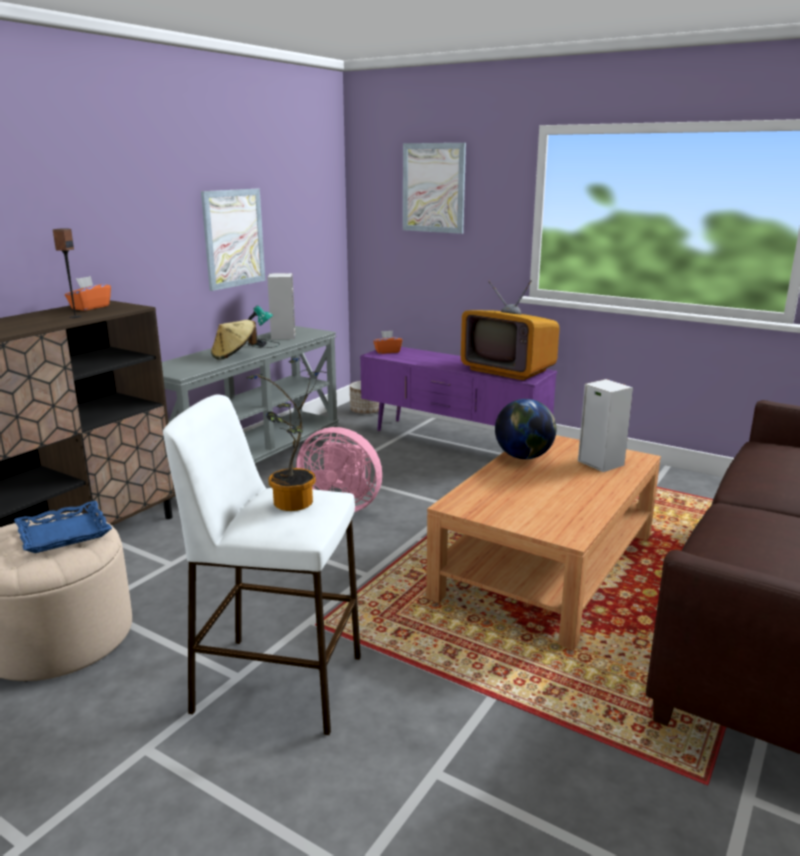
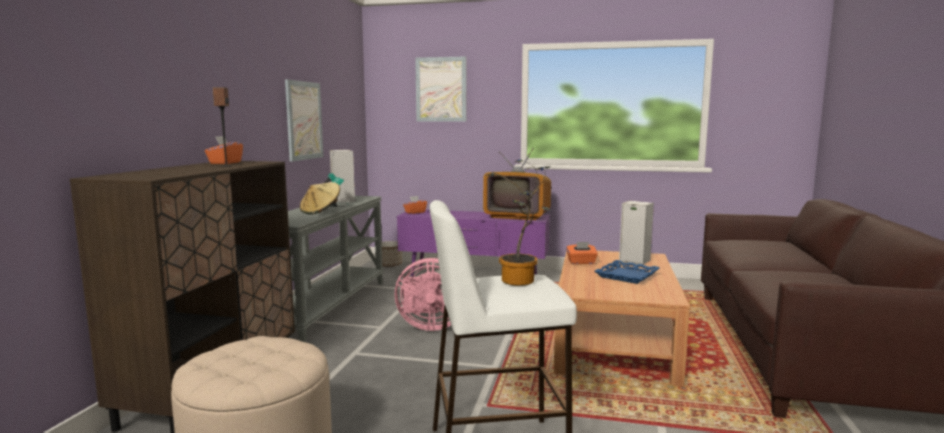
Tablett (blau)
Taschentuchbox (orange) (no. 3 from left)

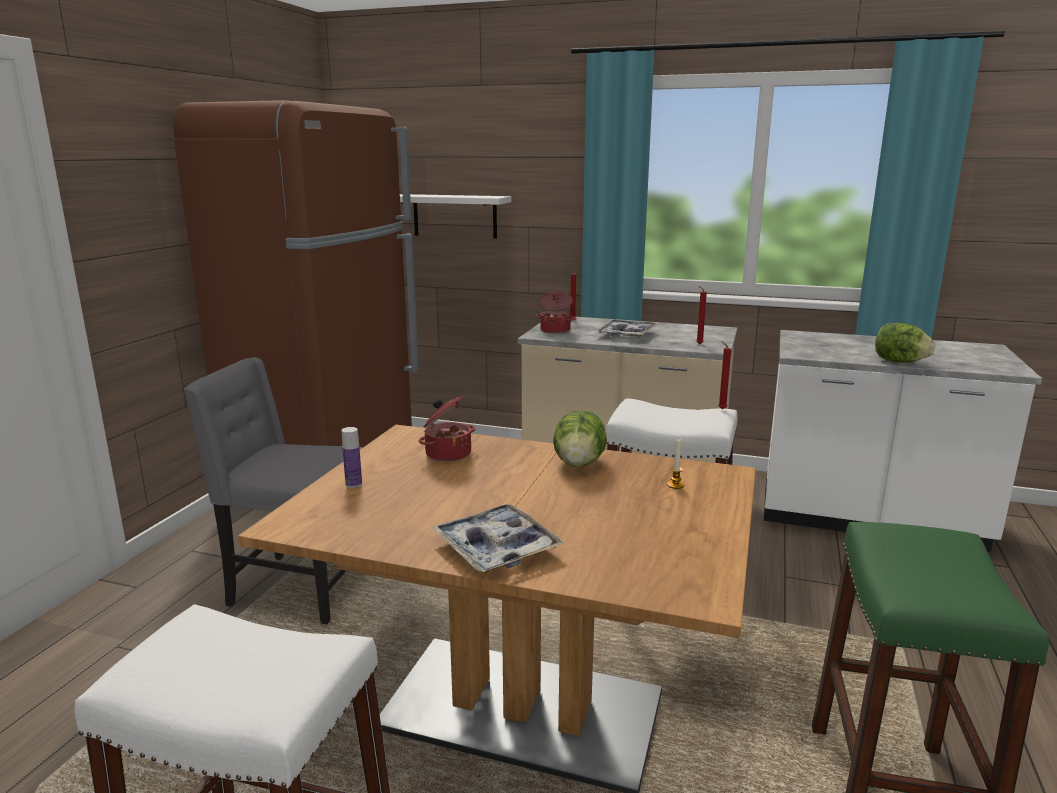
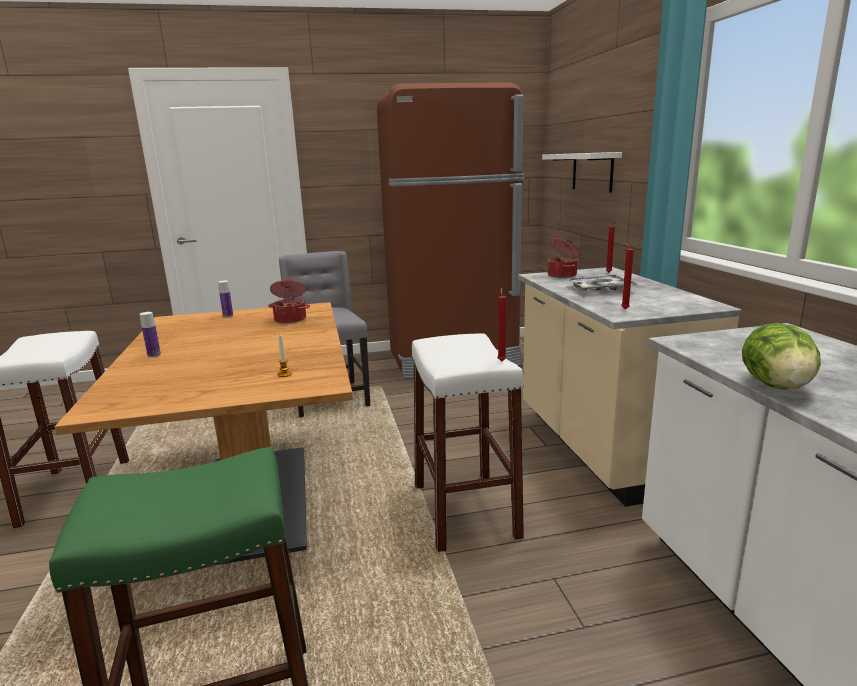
Salatkopf (no. 1 from left in the first image)
Flasche (no. 1 from left)

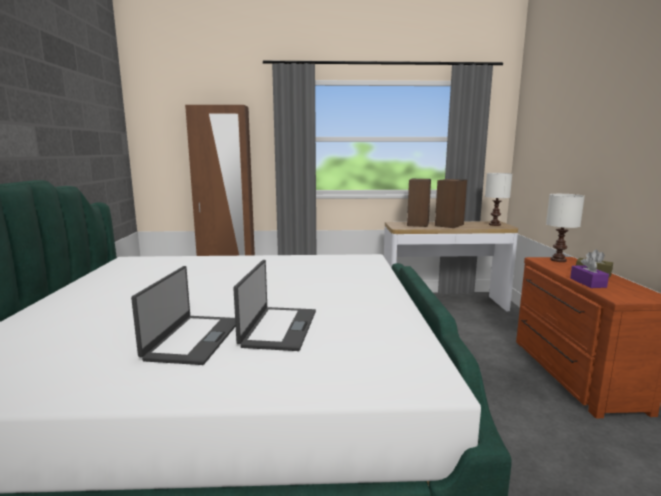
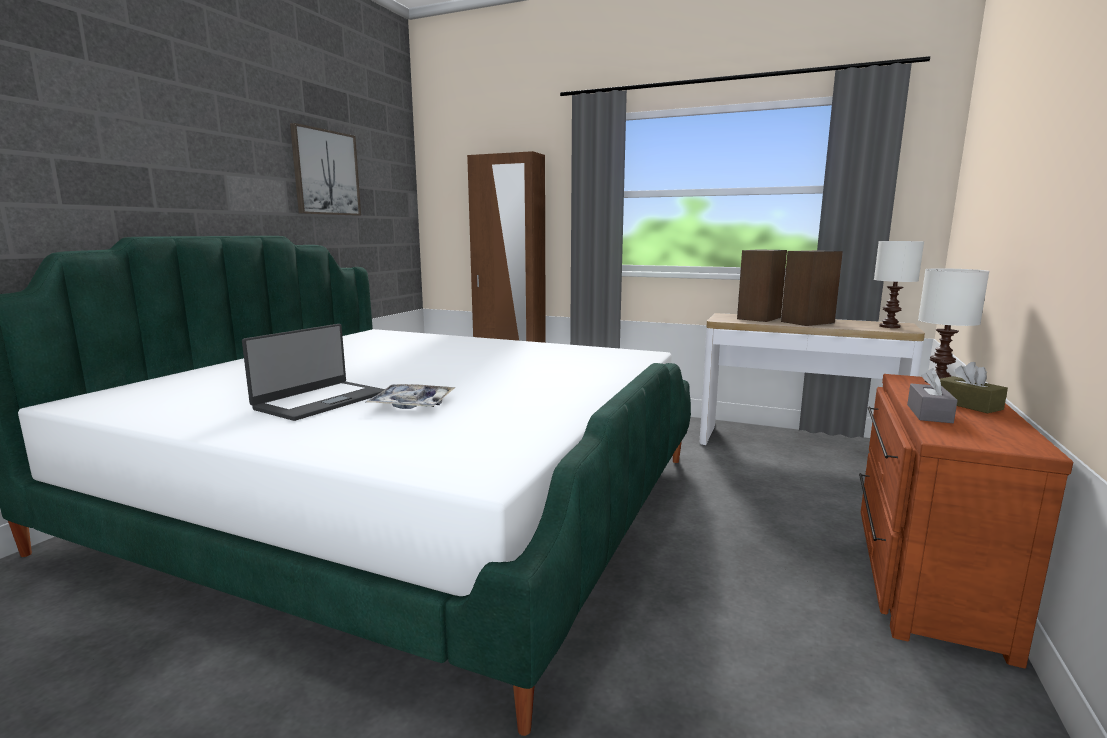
Bild
Tablett
Taschentuchbox (grau)

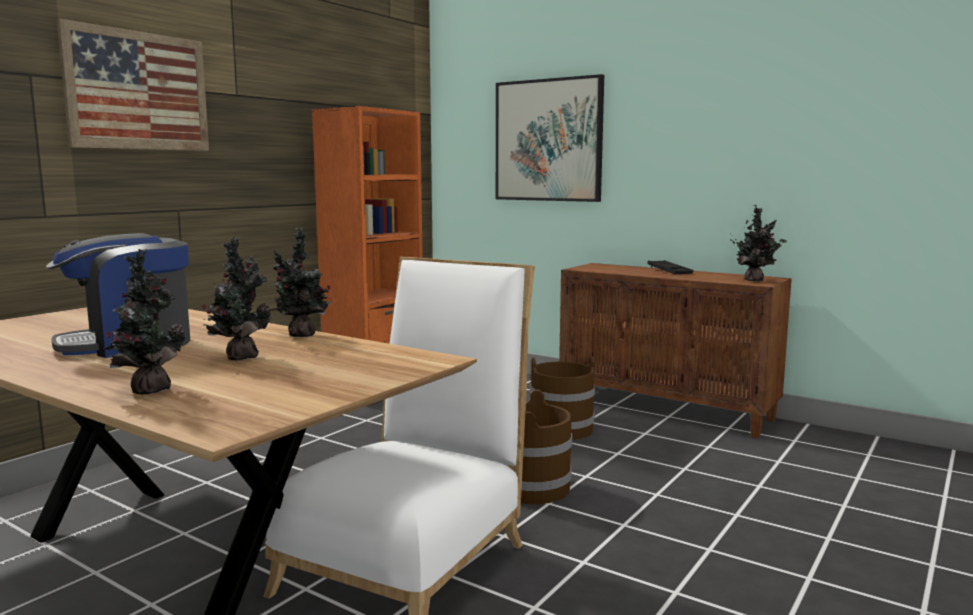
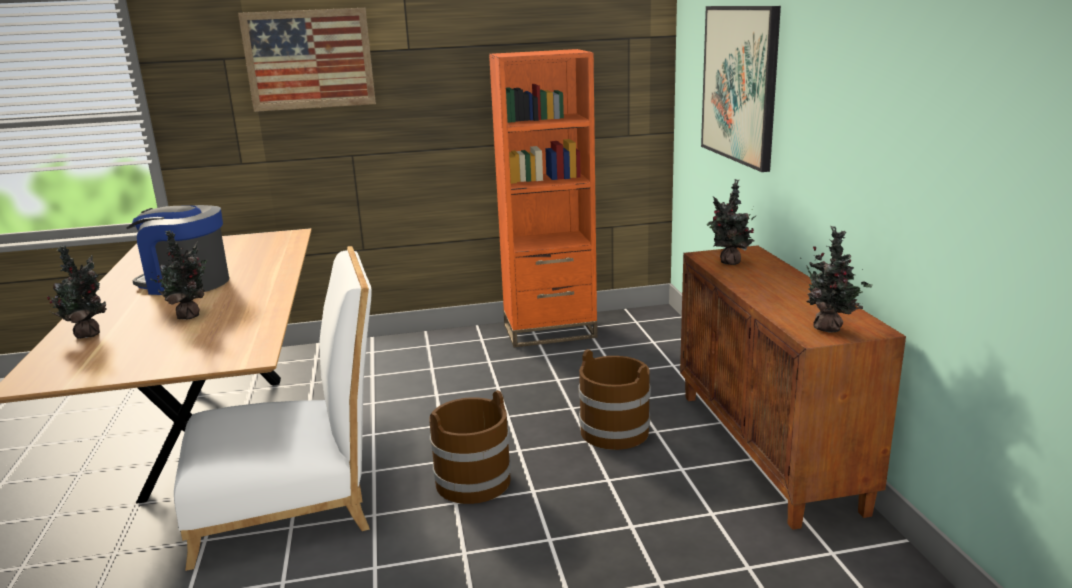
Tablett (schwarz)
Topfpflanze (no. 3 from left)

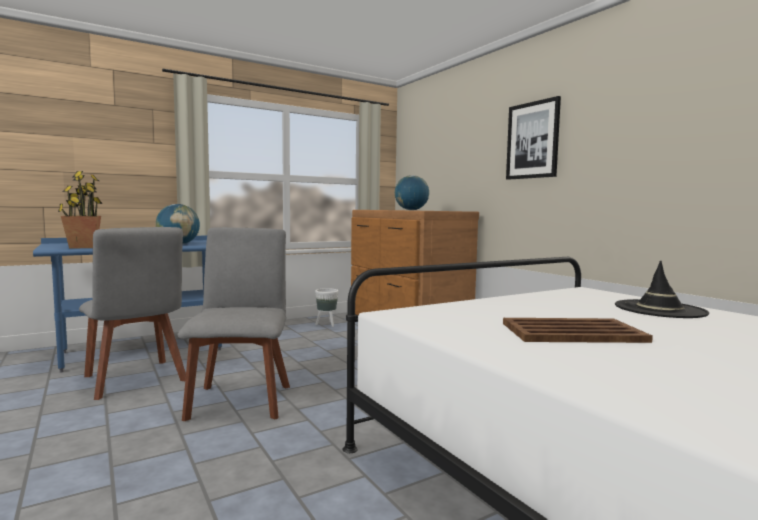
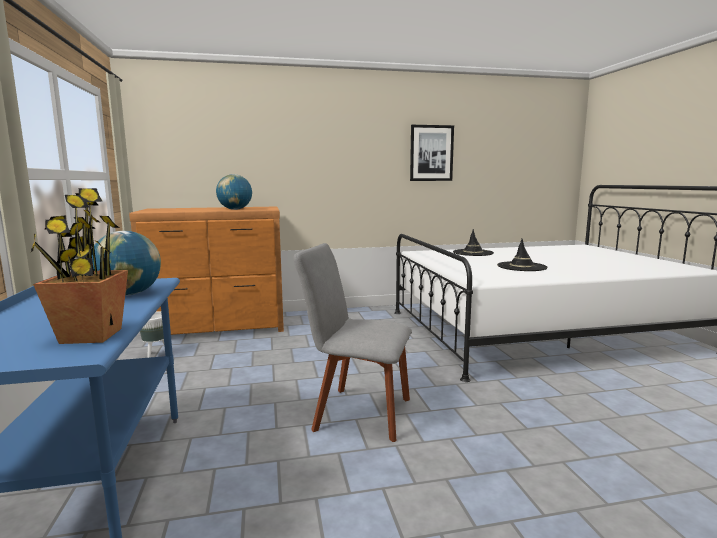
Stuhl (grau) (no. 1 from left in the first image)
Bild
Hut (schwarz) (no. 2 from left)

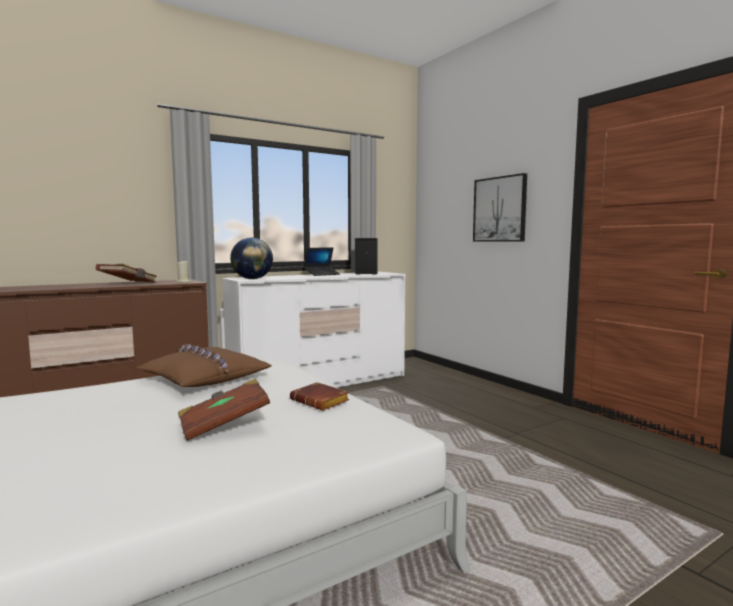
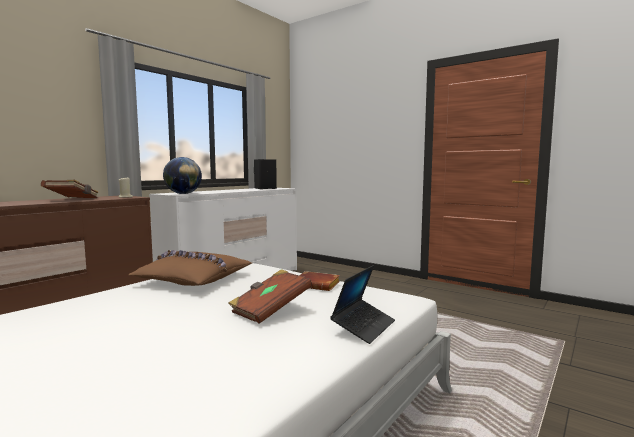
Bild
Laptop

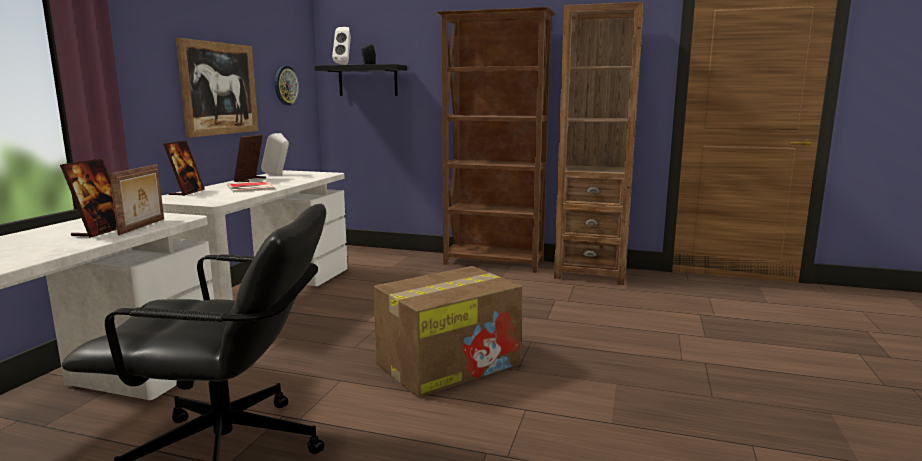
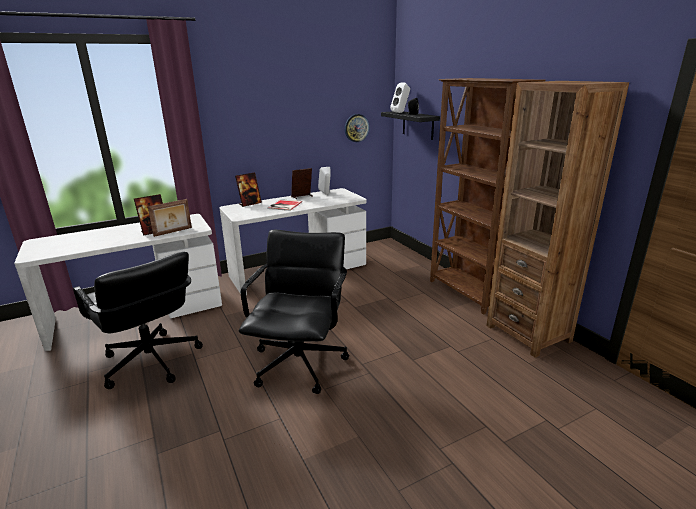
Bild
Bürostuhl (schwarz) (no. 2 from left)

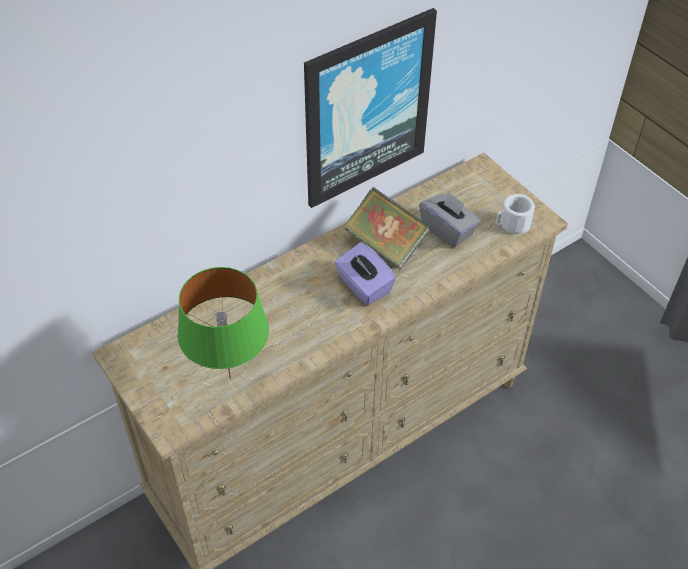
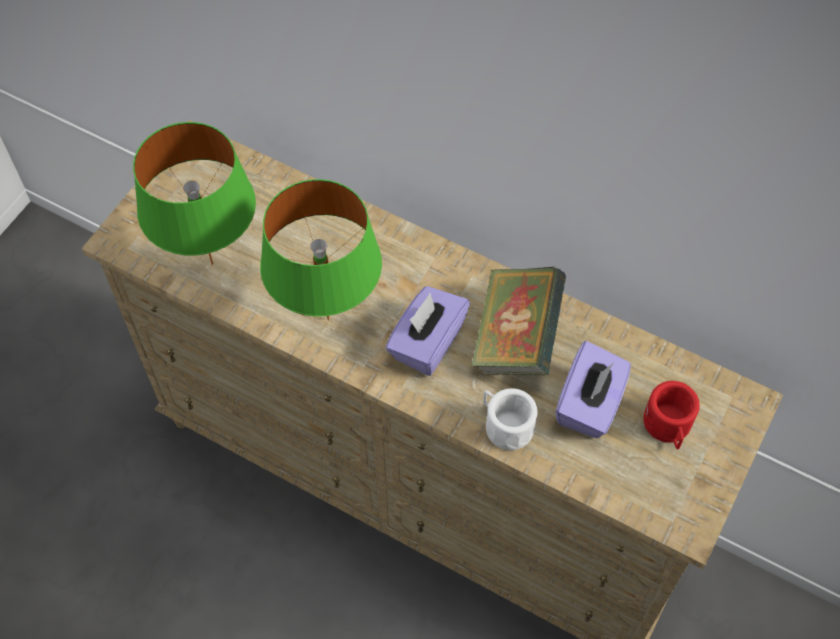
Bild
Tischlampe (grün) (no. 2 from left)
Henkelbecher (rot)
Henkelbecher (weiß)
Taschentuchbox (lila) (no. 2 from left)

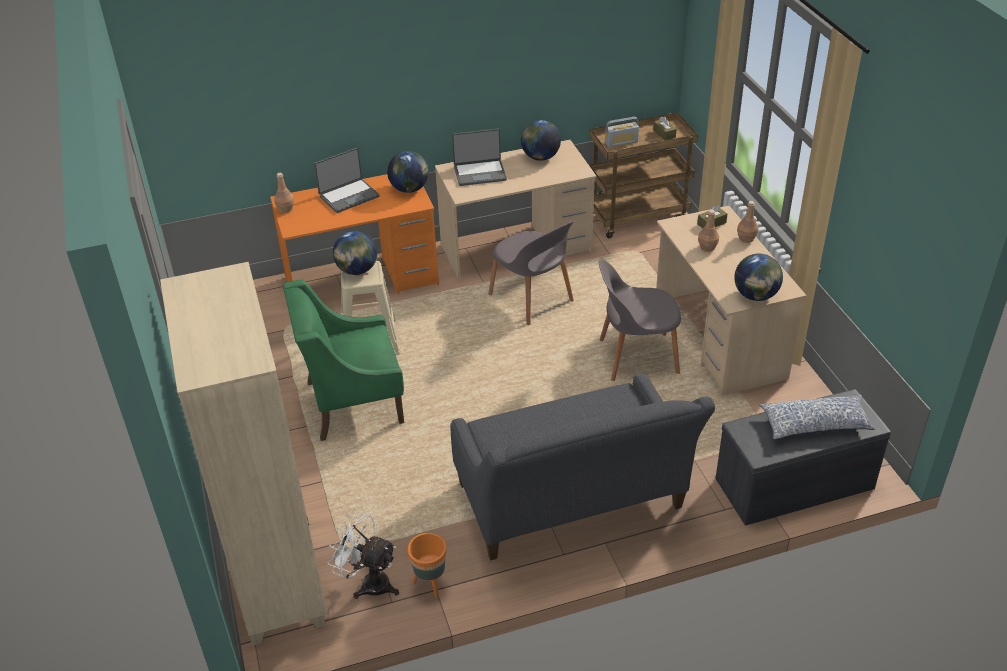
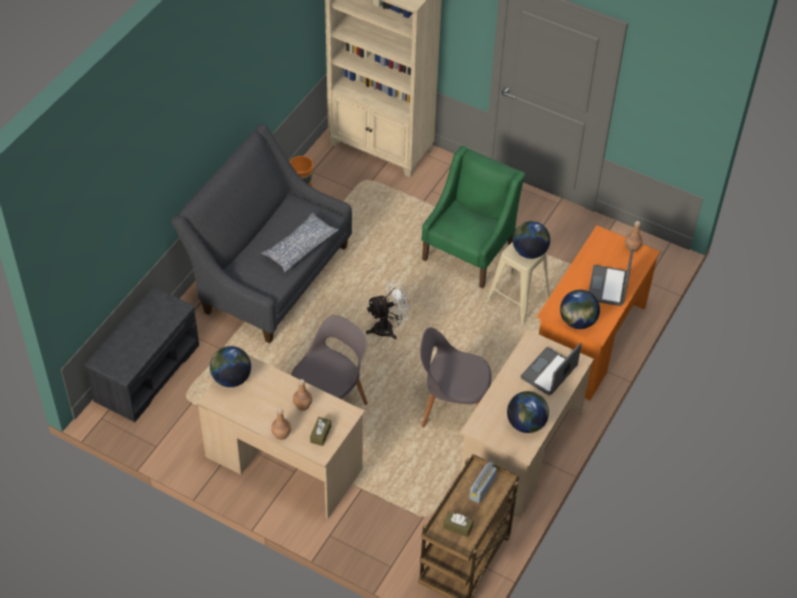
Ventilator (weiß)
Kissen

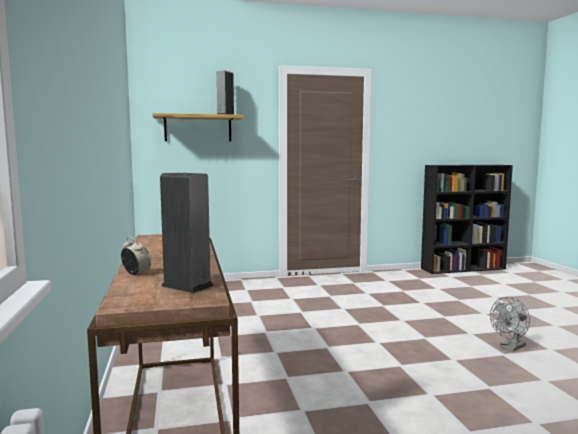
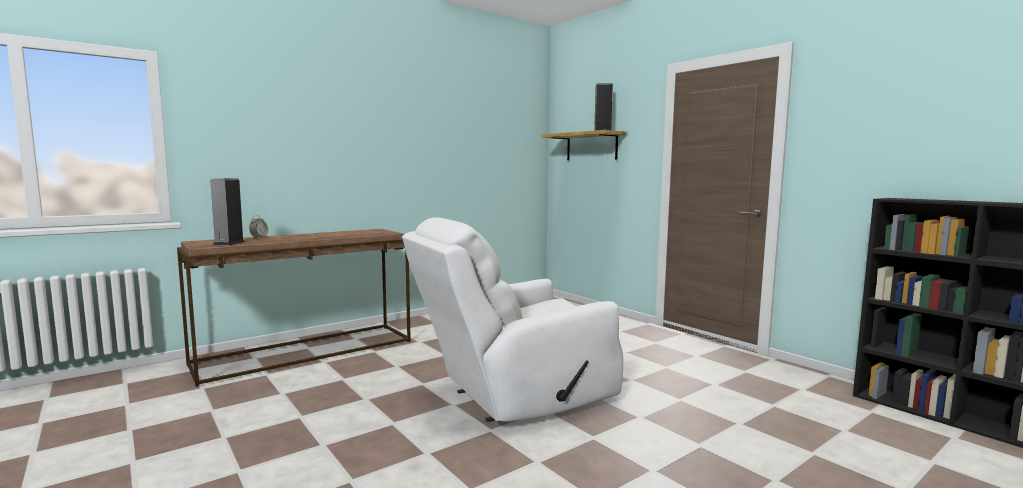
Ventilator (grau)
Sessel (weiß)

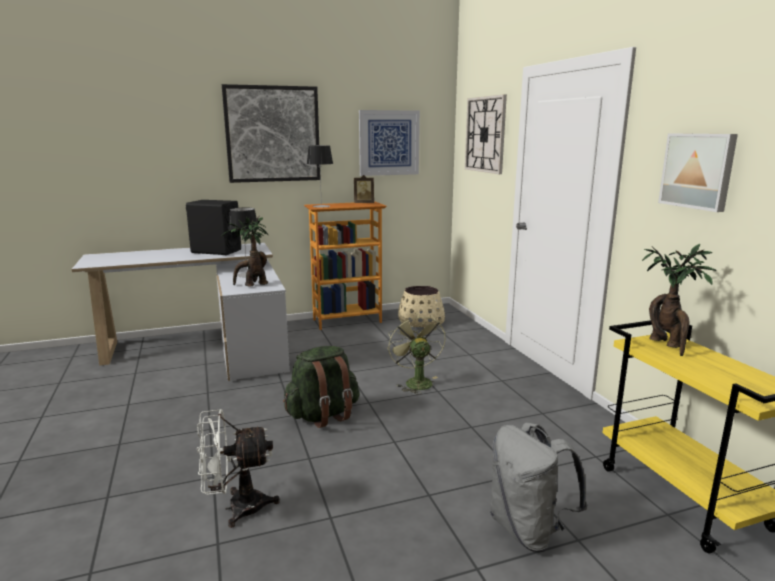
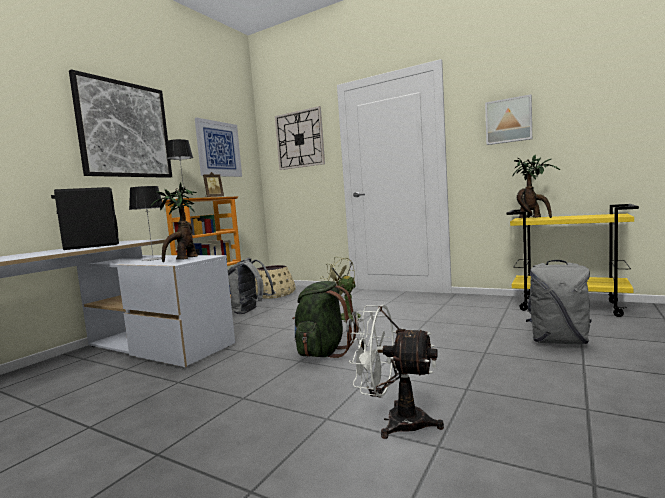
Rucksack (grau) (no. 1 from left)
Ventilator (weiß)

